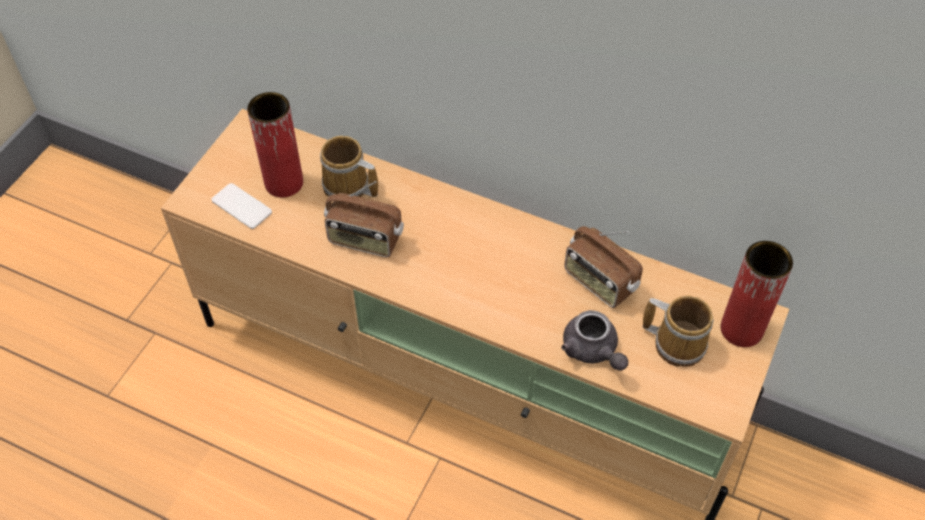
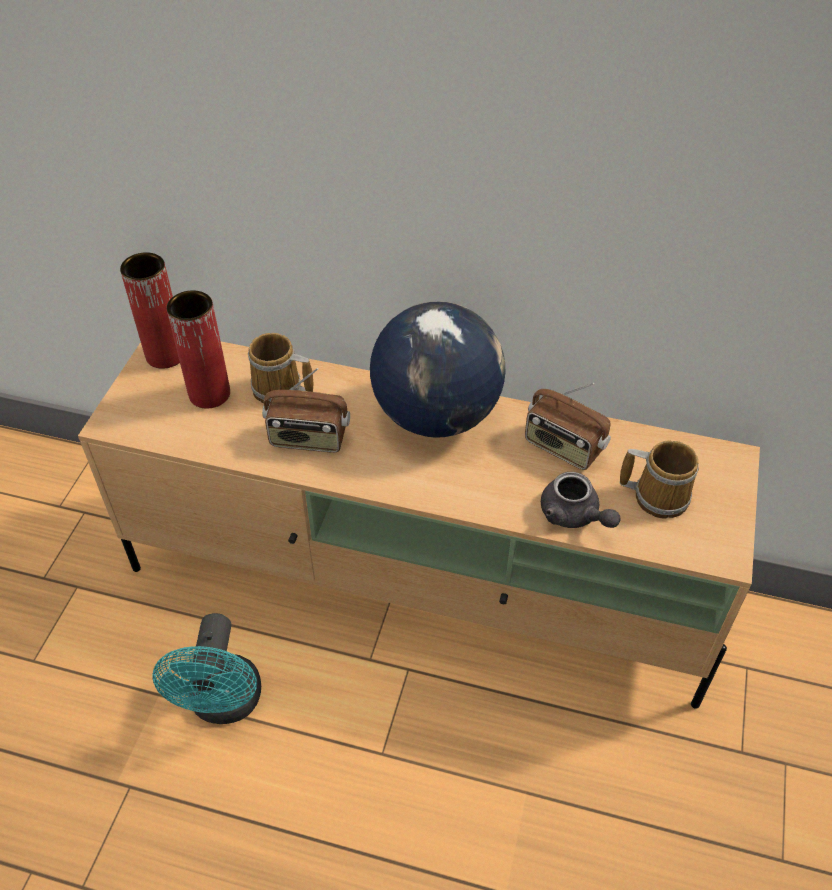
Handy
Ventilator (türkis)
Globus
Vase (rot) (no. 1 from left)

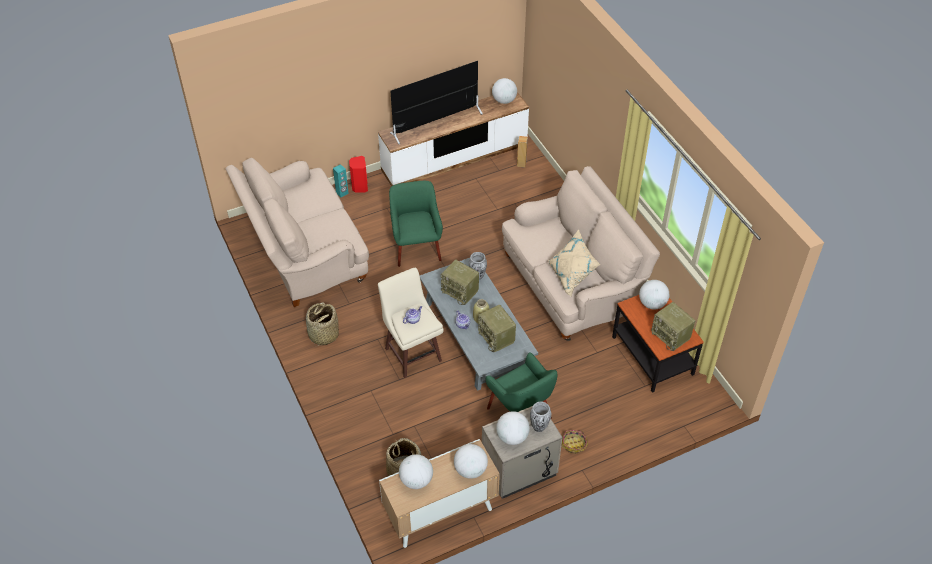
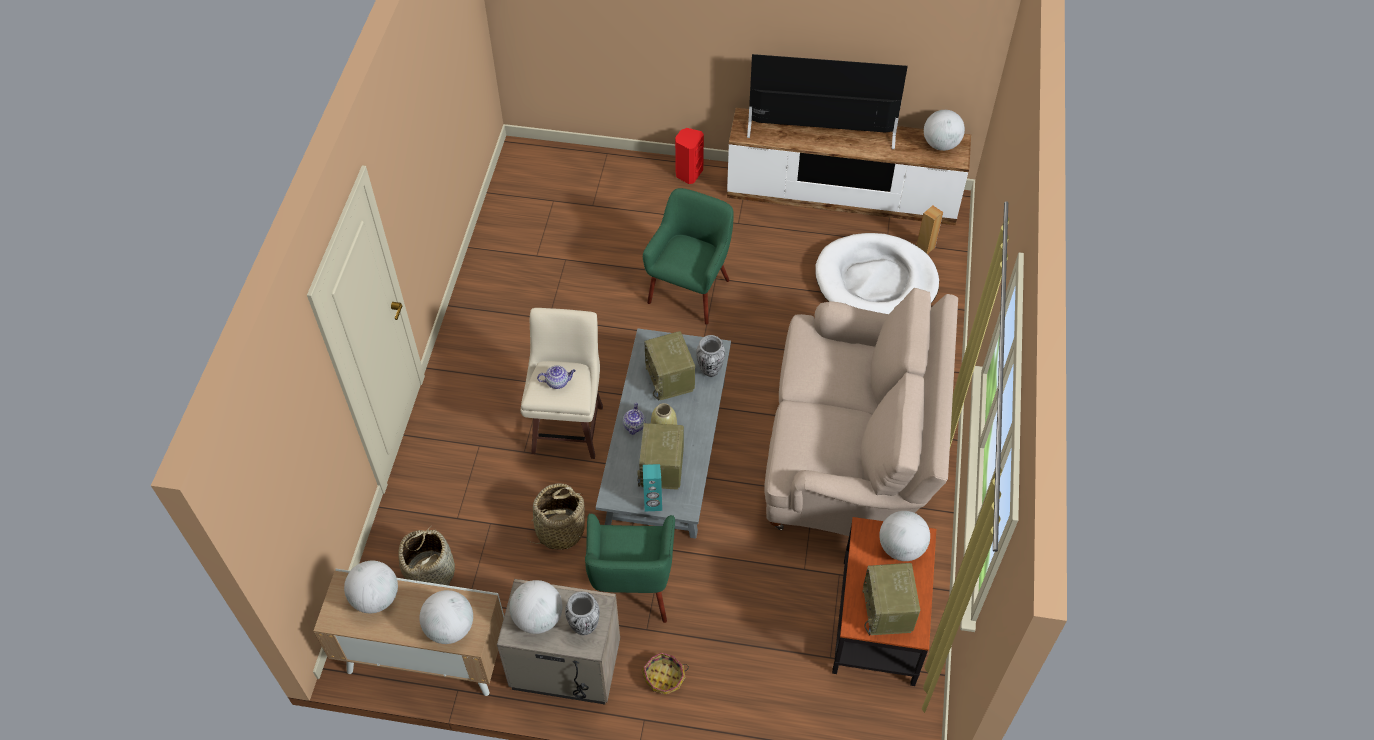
Sofa (beige) (no. 1 from left in the first image)
Kissen (beige)
Hundebett (weiß)
Korb (no. 2 from left)
Lautsprecher (türkis)

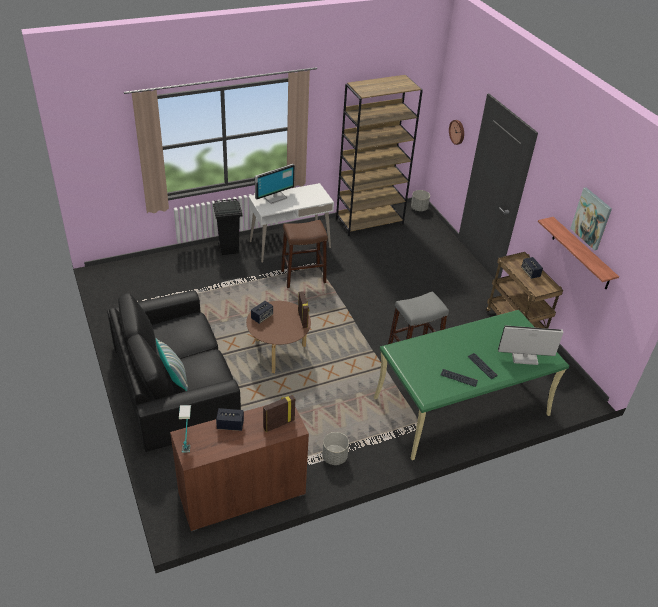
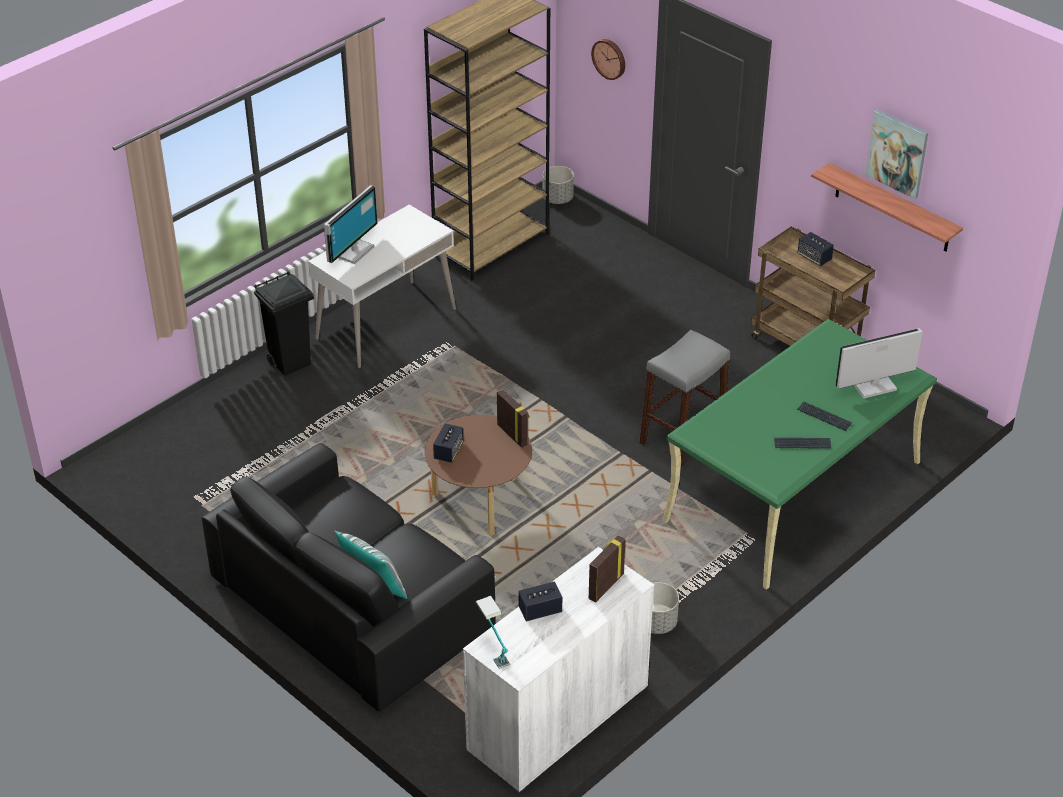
Hocker (braun)
Schrank (weiß)

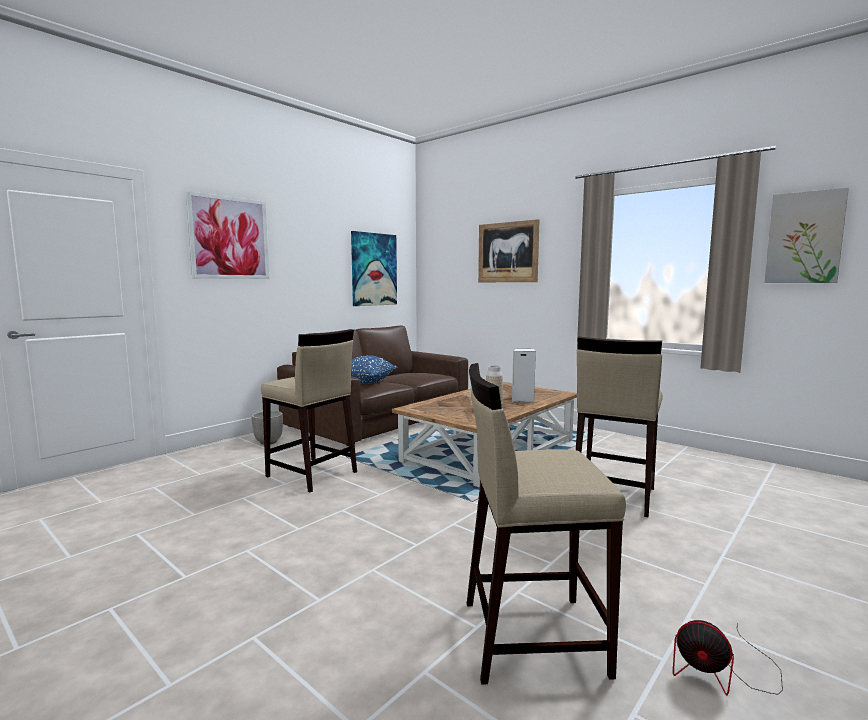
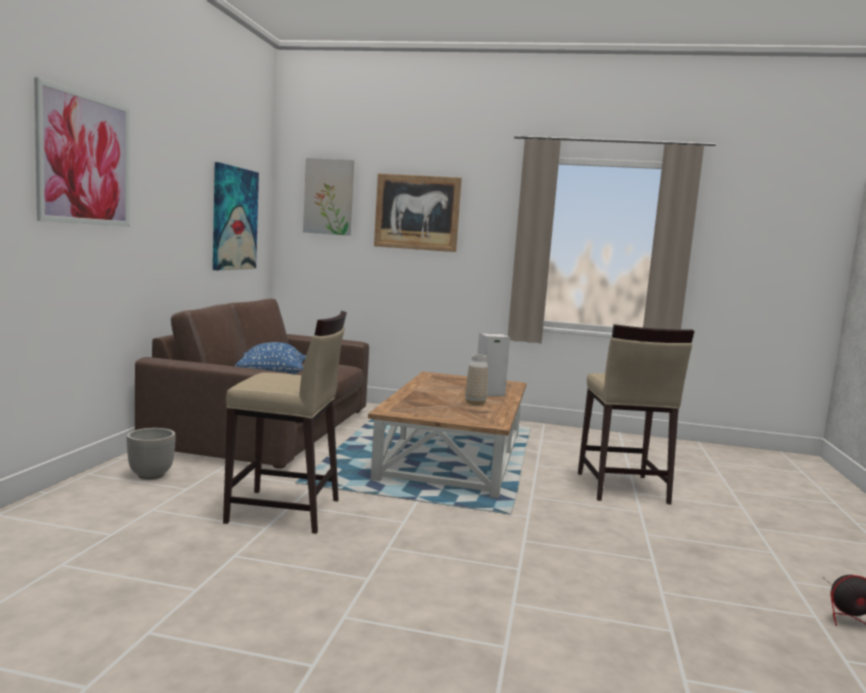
Hocker (beige) (no. 2 from left in the first image)
Bild (no. 3 from left)

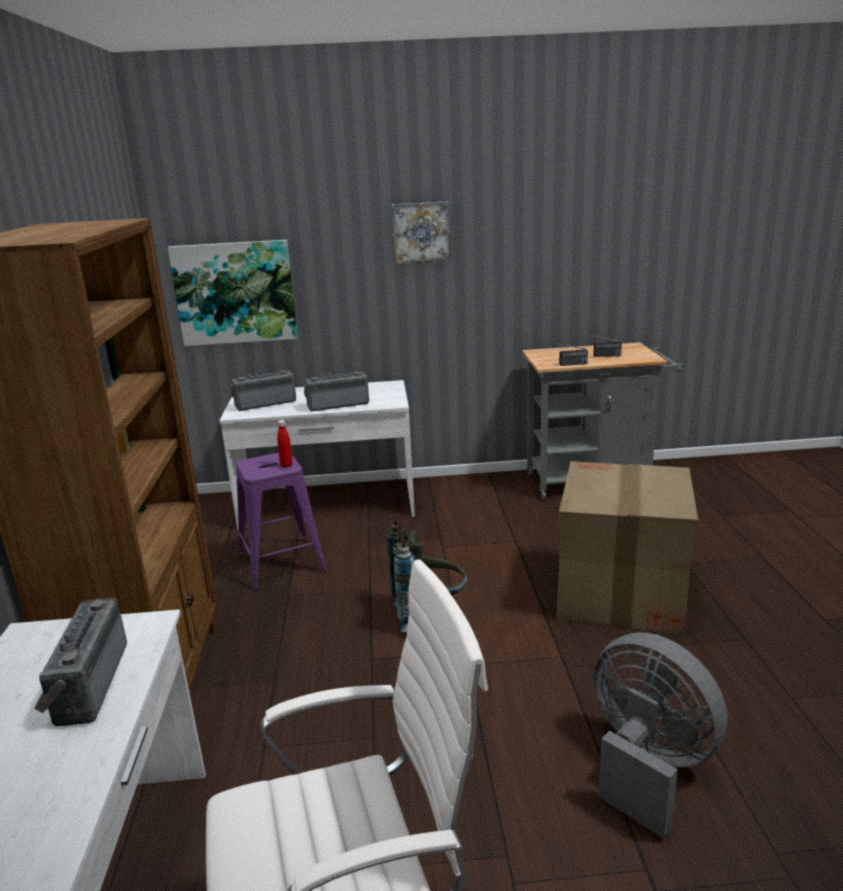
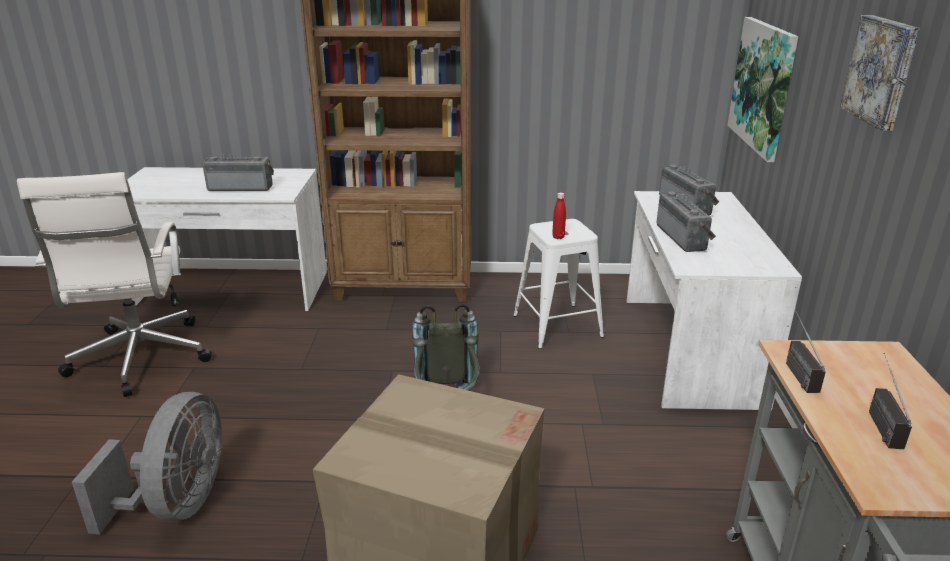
Hocker (weiß)
Ventilator (grau)

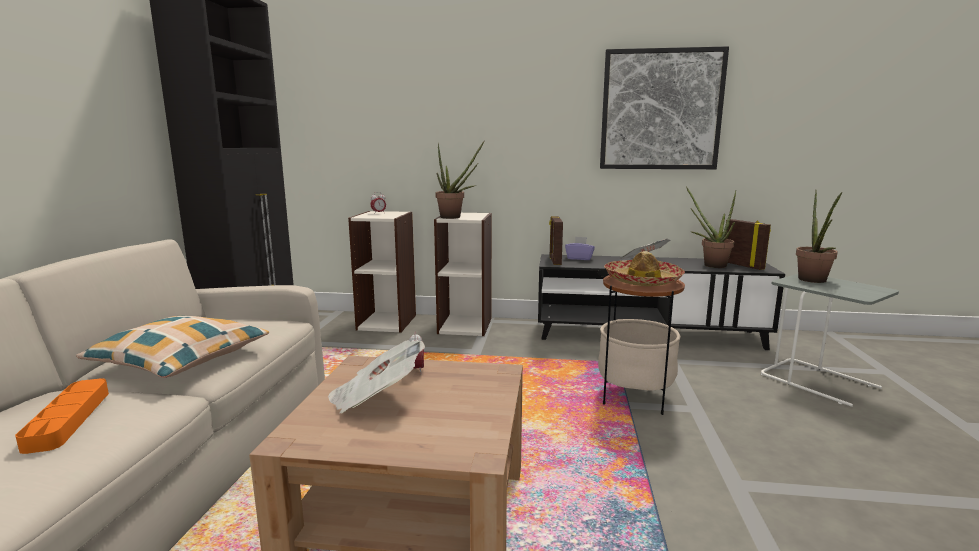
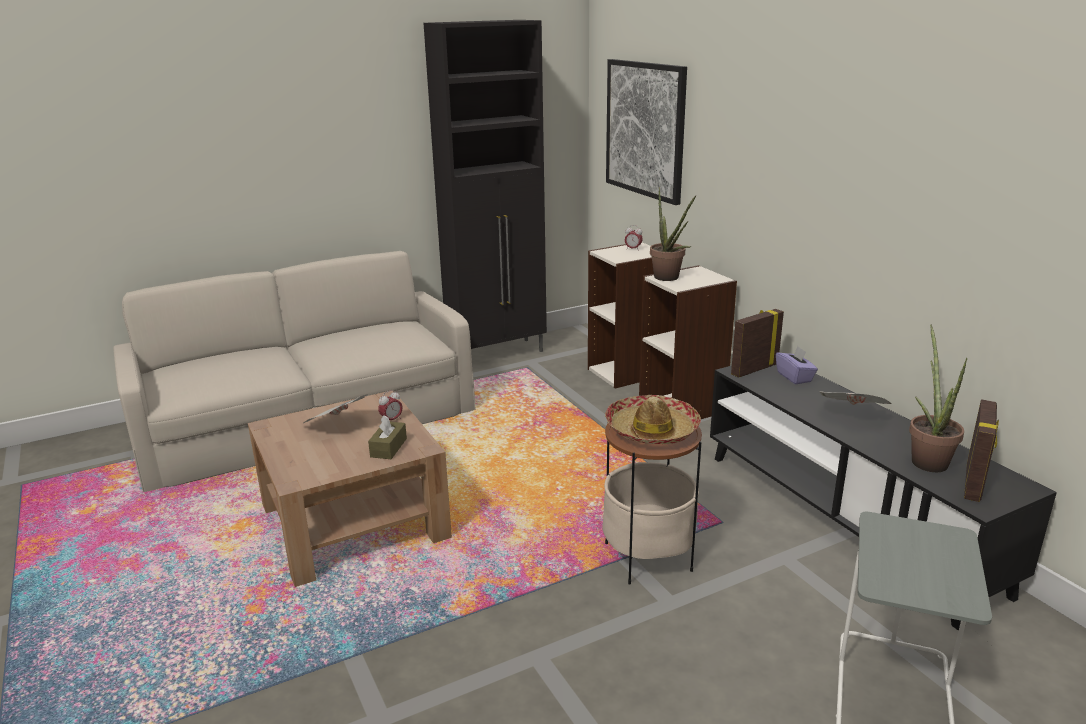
Tablett (orange)
Kissen
Topfpflanze (no. 3 from left in the first image)
Taschentuchbox (braun)
Bild

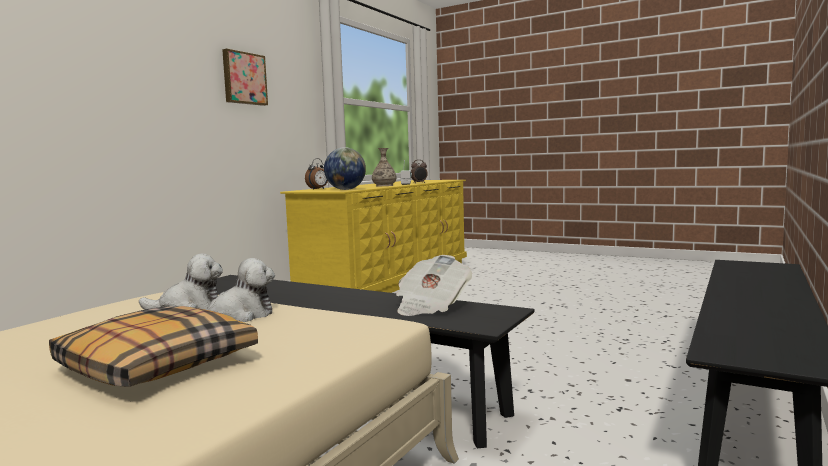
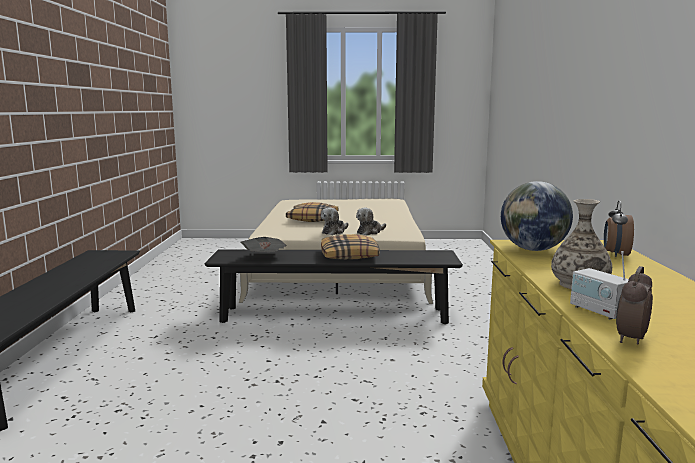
Bild
Kissen (no. 2 from left)

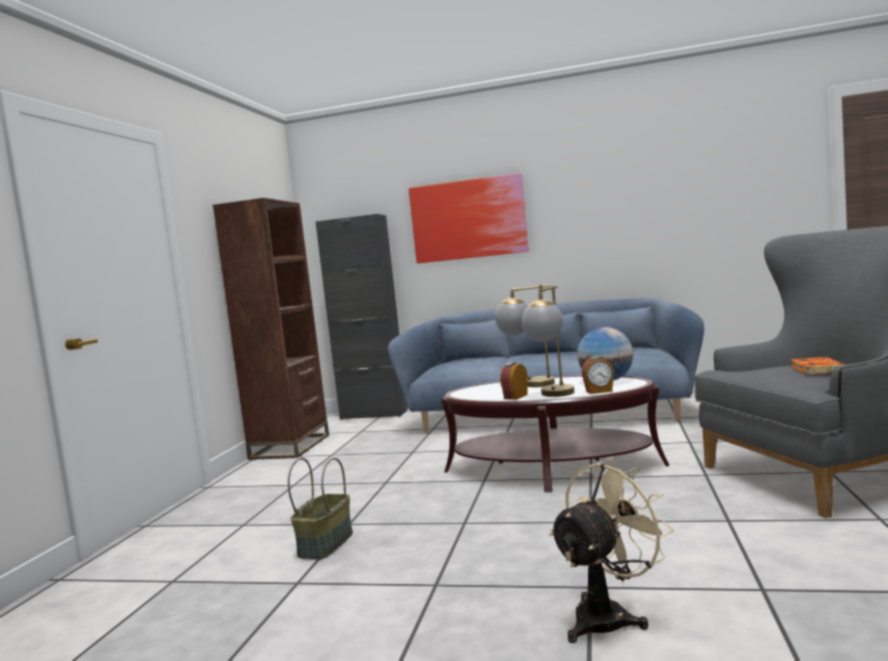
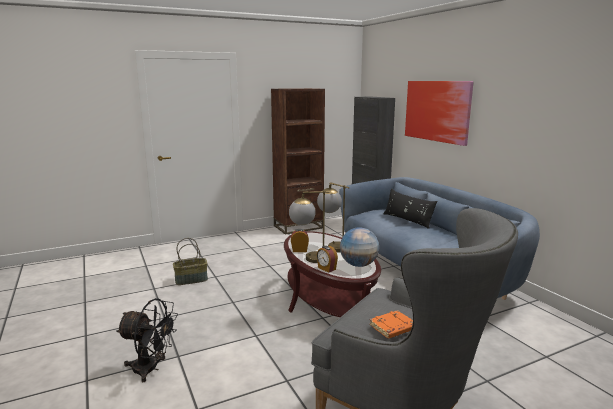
Kissen (schwarz)
Ventilator (schwarz)

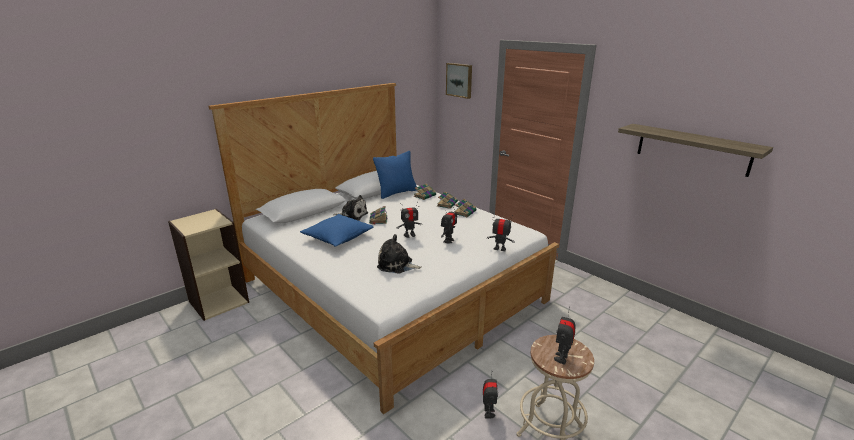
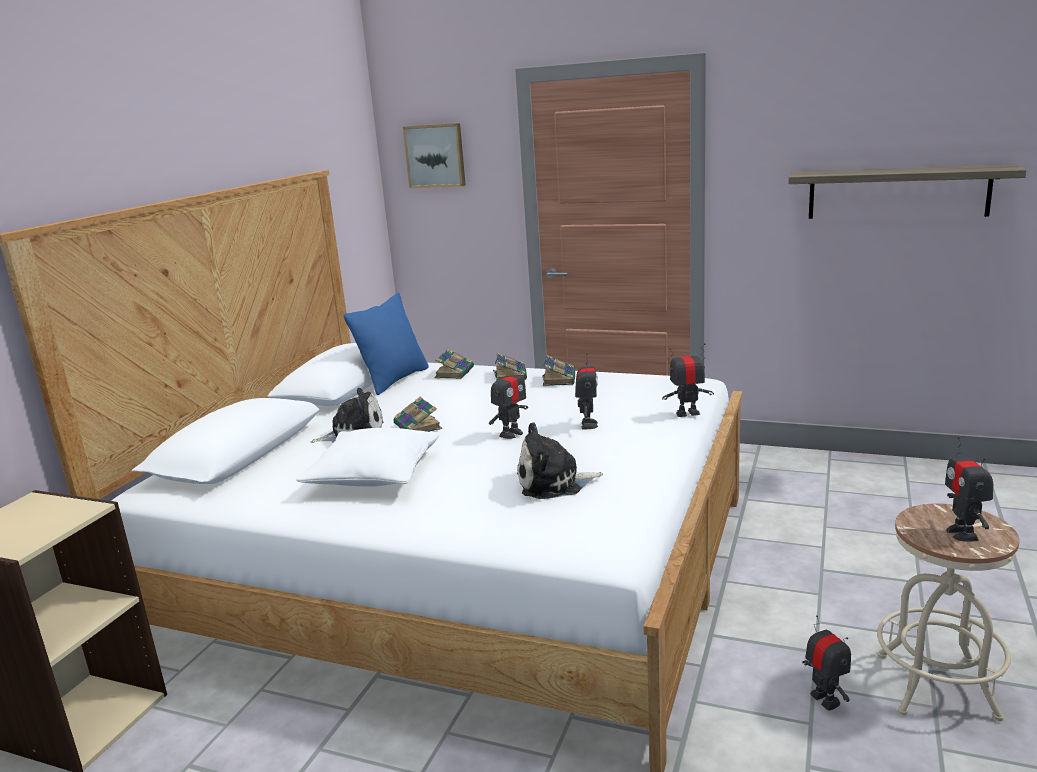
Kissen (weiß)

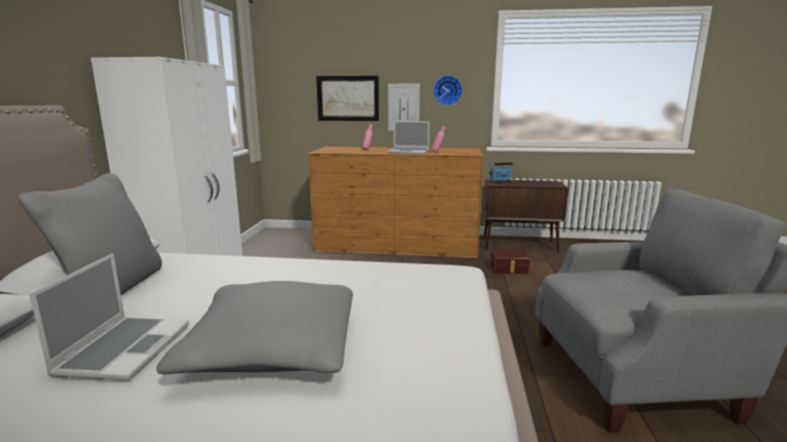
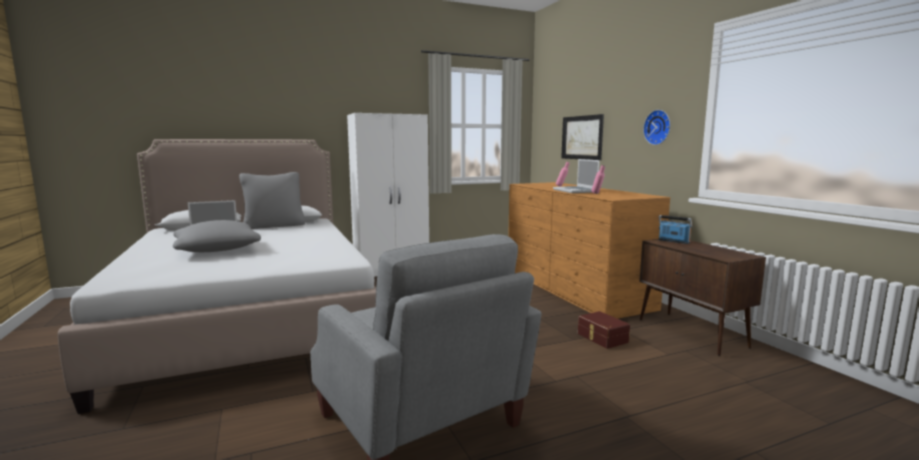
Bild (no. 2 from left in the first image)

